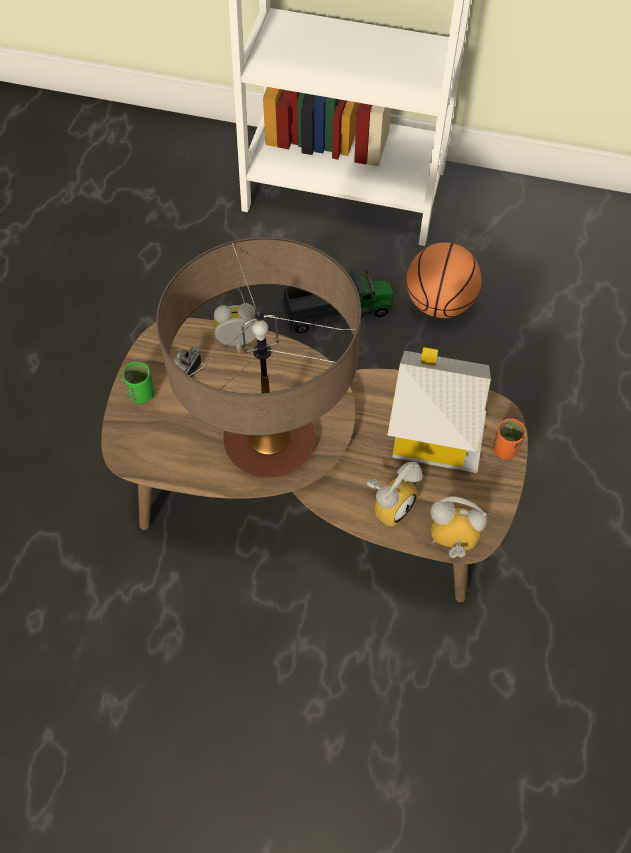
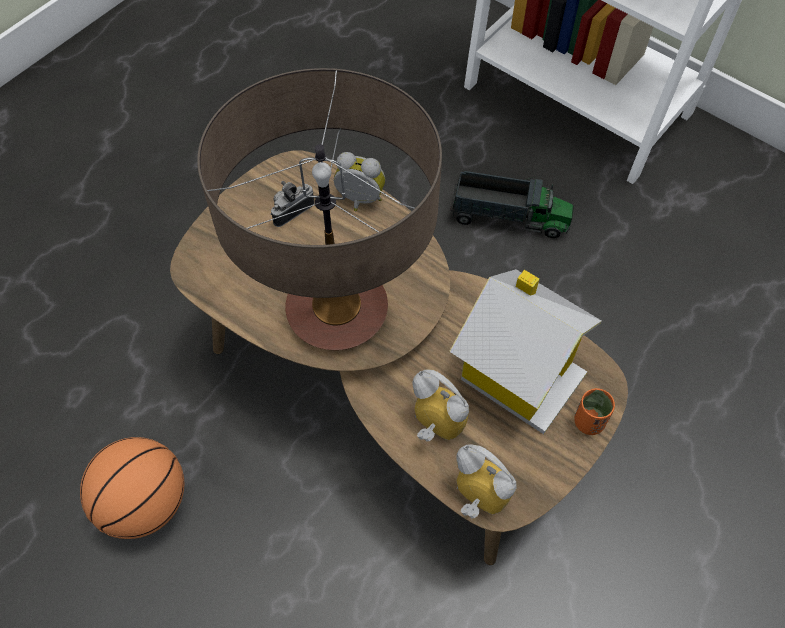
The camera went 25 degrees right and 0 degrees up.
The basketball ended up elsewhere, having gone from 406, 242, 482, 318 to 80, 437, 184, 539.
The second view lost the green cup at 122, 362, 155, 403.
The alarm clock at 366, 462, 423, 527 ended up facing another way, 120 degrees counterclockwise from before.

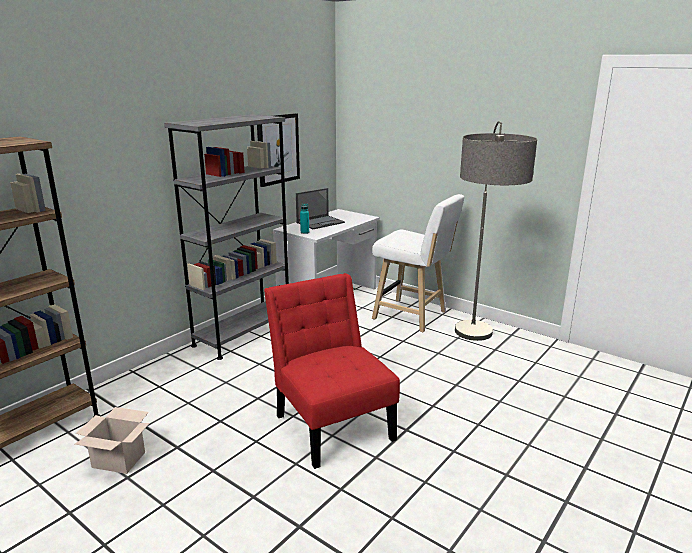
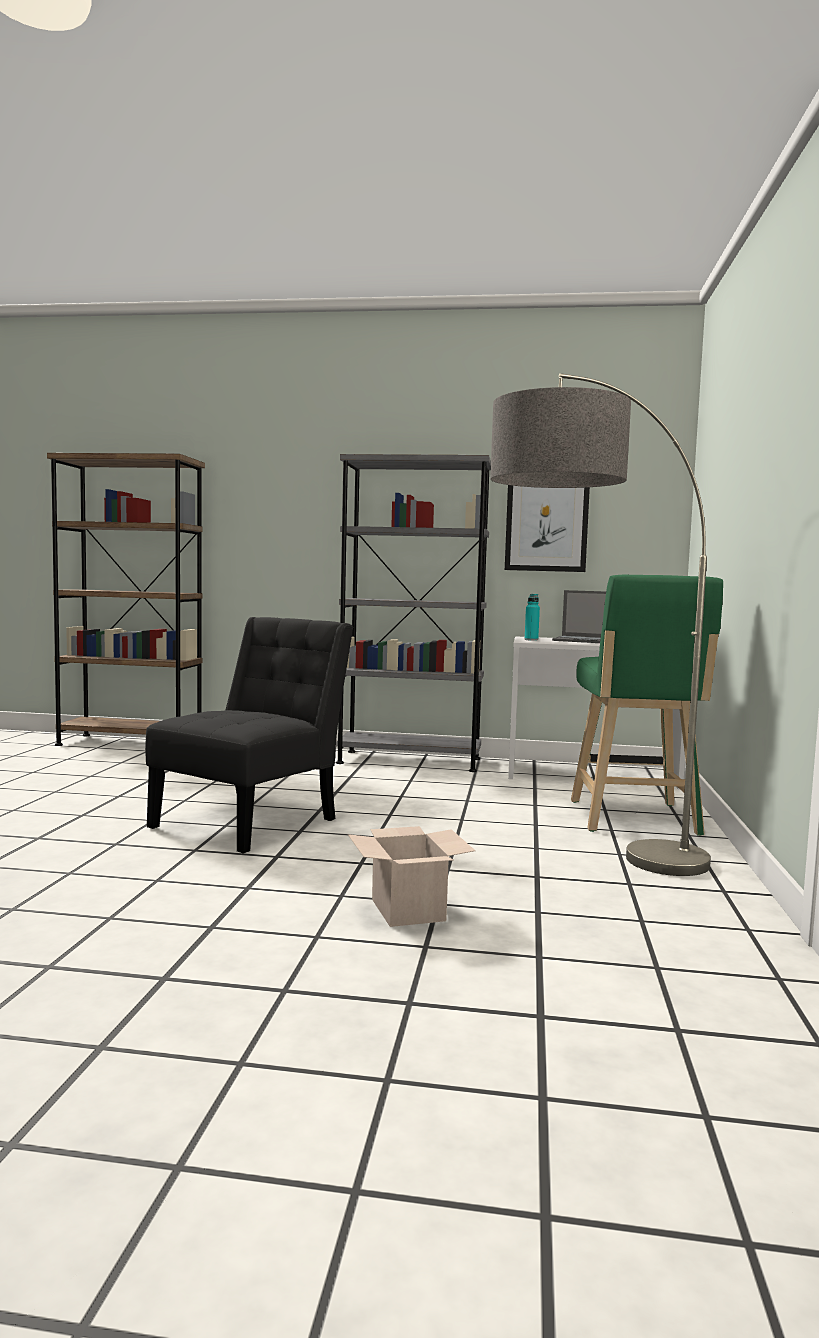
The camera went 60 degrees right and 15 degrees down.
What was the white stool at 372, 194, 464, 332 turned into the green stool at 571, 575, 723, 836.
What was the red chair at 264, 273, 400, 469 turned into the black chair at 145, 617, 353, 853.
The cardboard box ended up elsewhere, having gone from 75, 407, 150, 474 to 348, 826, 475, 927.

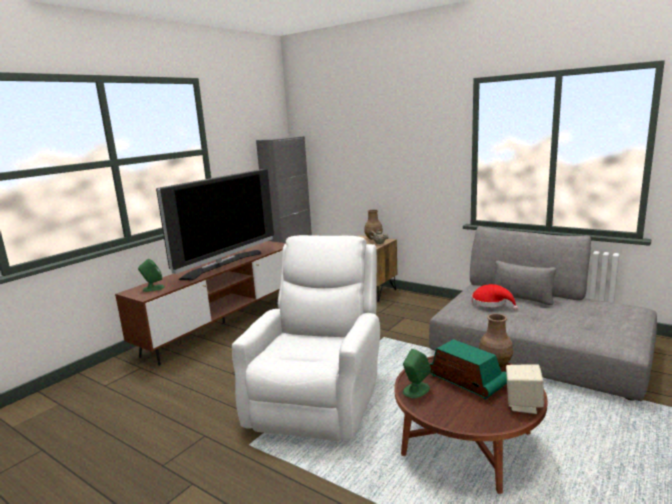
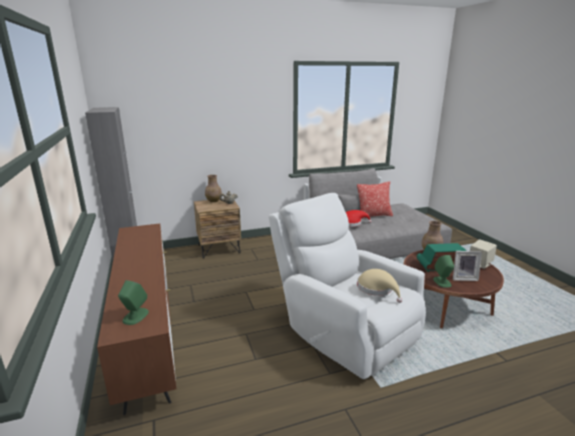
The camera went 55 degrees left and 5 degrees up.
The second view lost the television at 156, 169, 274, 280.
The second view gained the pillow at 357, 181, 393, 219.
The second view gained the picture frame at 453, 251, 482, 281.
The second view gained the beige hat at 357, 269, 402, 303.

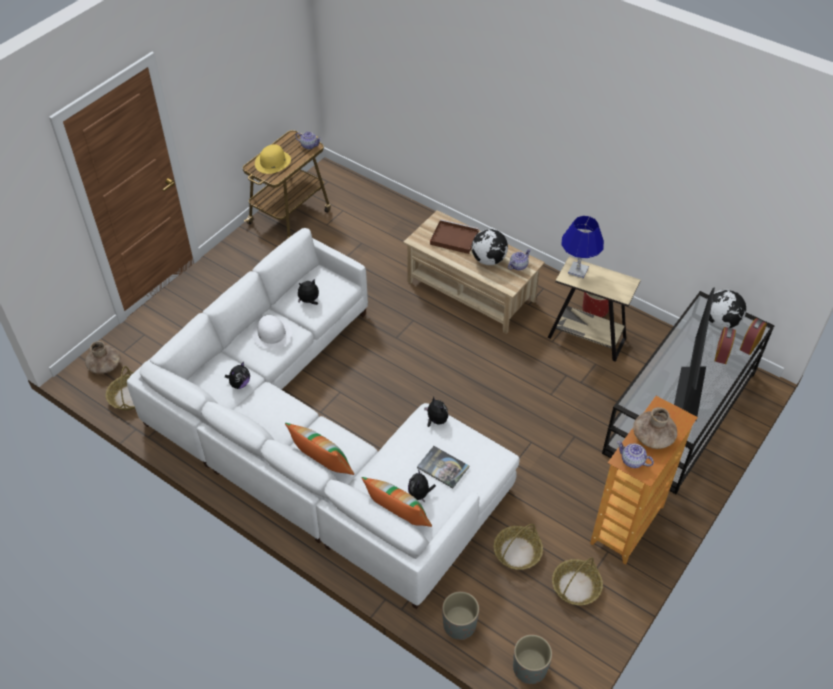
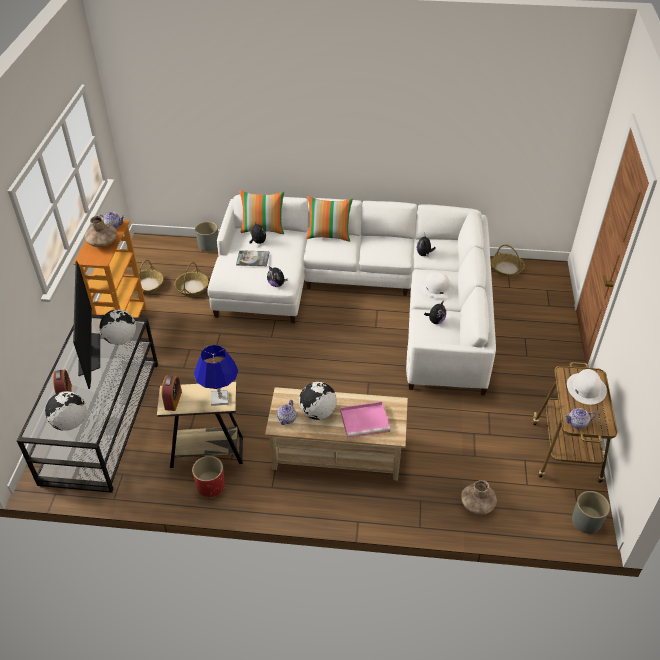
The camera went 150 degrees right and 5 degrees down.
What was the yellow hat at 255, 144, 291, 174 turned into the white hat at 567, 369, 607, 405.
What was the brown tray at 430, 219, 479, 254 turned into the pink tray at 340, 401, 391, 438.
The alarm clock ended up elsewhere, having gone from 740, 318, 767, 355 to 162, 375, 182, 411.
The brown vase ended up elsewhere, having gone from 85, 341, 121, 374 to 461, 480, 497, 514.
The grey planter ended up elsewhere, having gone from 513, 635, 552, 684 to 572, 491, 610, 534.
The second view gained the globe at 100, 309, 136, 345.

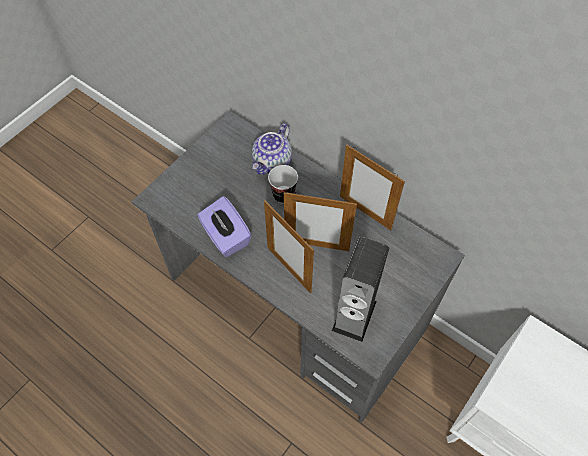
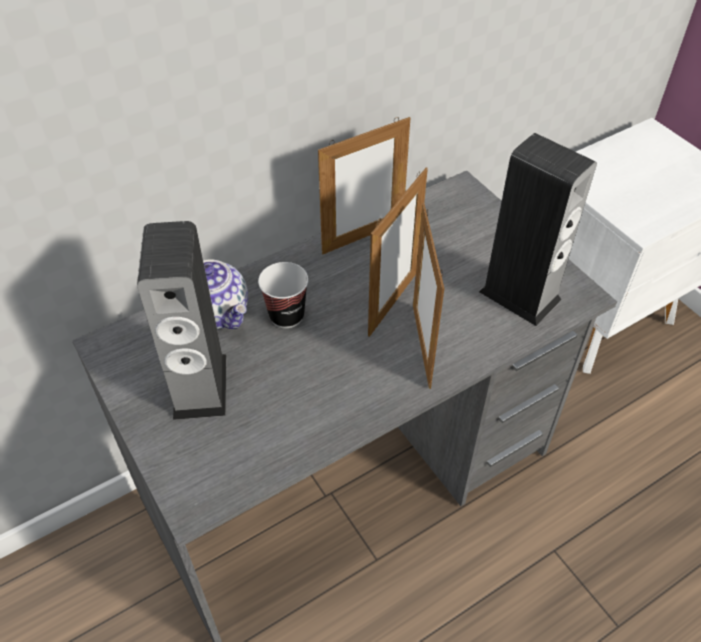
The camera went 70 degrees left and 10 degrees down.
The second view lost the purple tissue box at 197, 196, 252, 257.
The picture frame at 264, 200, 314, 293 ended up facing another way, 105 degrees clockwise from before.
The second view gained the speaker at 137, 221, 226, 420.

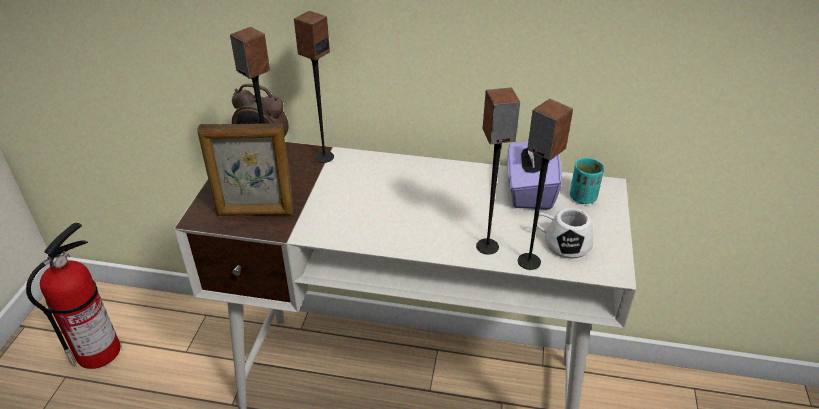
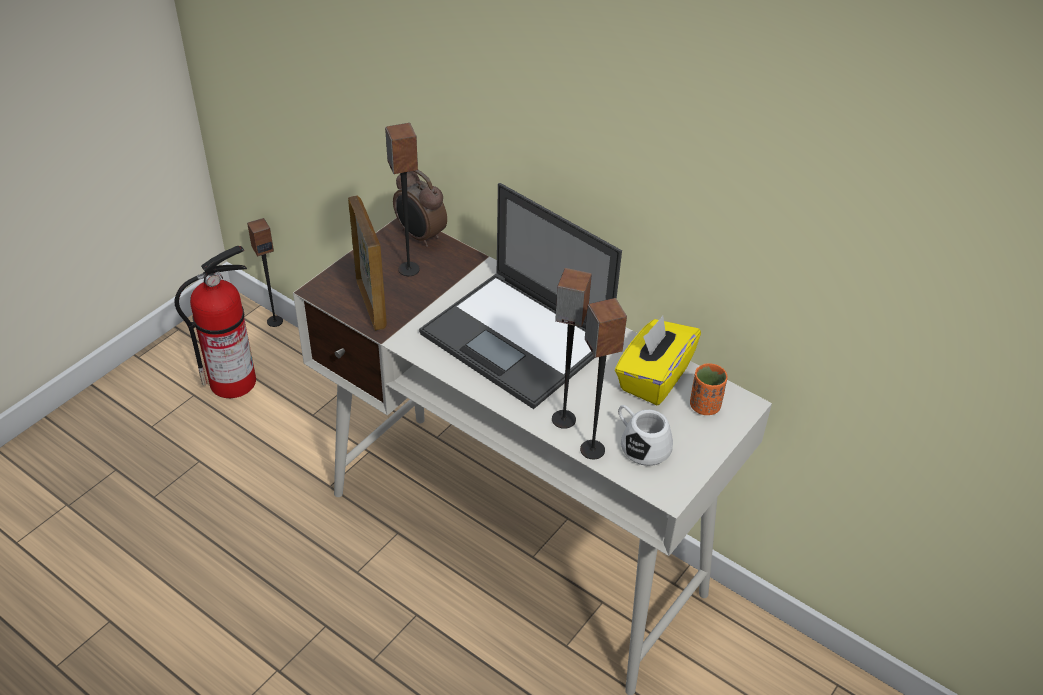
The camera went 25 degrees right and 5 degrees up.
The speaker ended up elsewhere, having gone from 294, 11, 334, 163 to 247, 218, 283, 327.
The picture frame at 197, 123, 294, 216 ended up facing another way, 135 degrees counterclockwise from before.
What was the purple tissue box at 507, 132, 562, 210 turned into the yellow tissue box at 615, 316, 701, 405.
What was the turquoise cup at 570, 158, 604, 204 turned into the orange cup at 690, 363, 727, 415.
The second view gained the laptop at 419, 183, 622, 409.

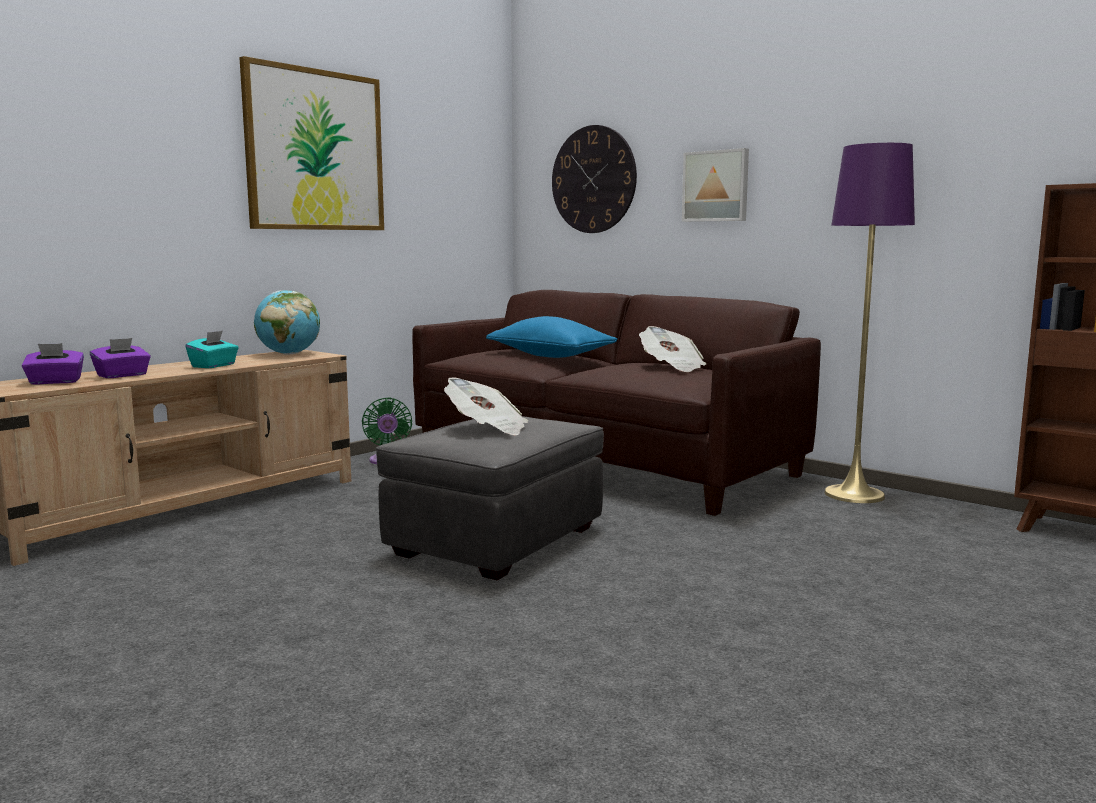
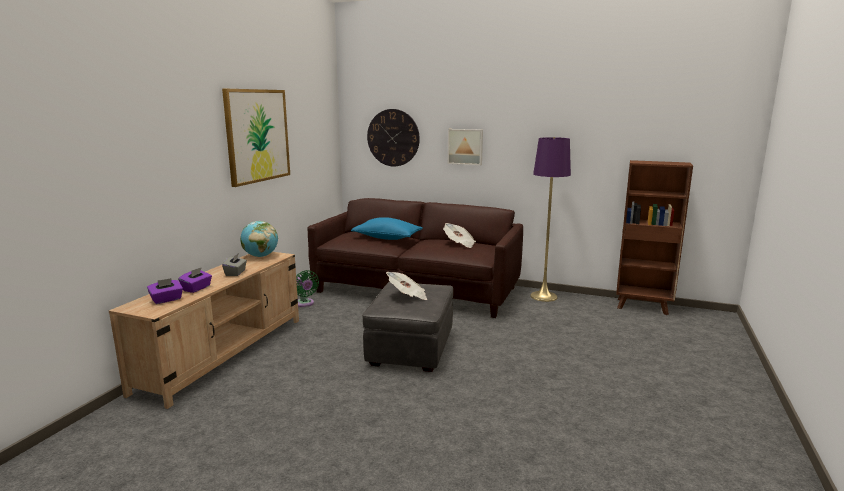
The camera went 20 degrees left and 5 degrees up.
What was the turquoise tissue box at 185, 331, 239, 368 turned into the grey tissue box at 222, 253, 247, 276.

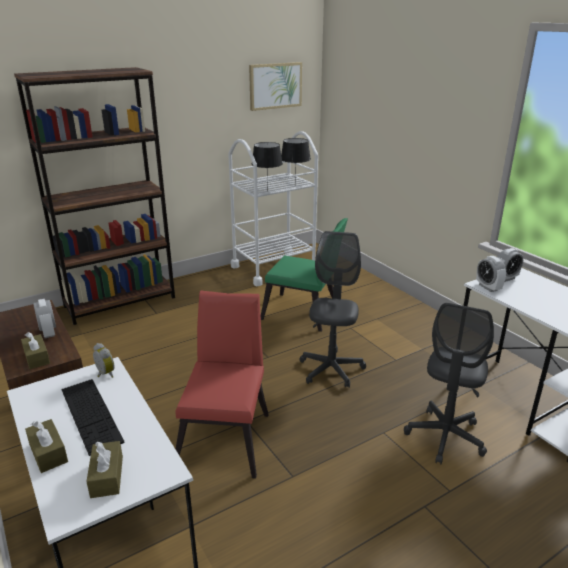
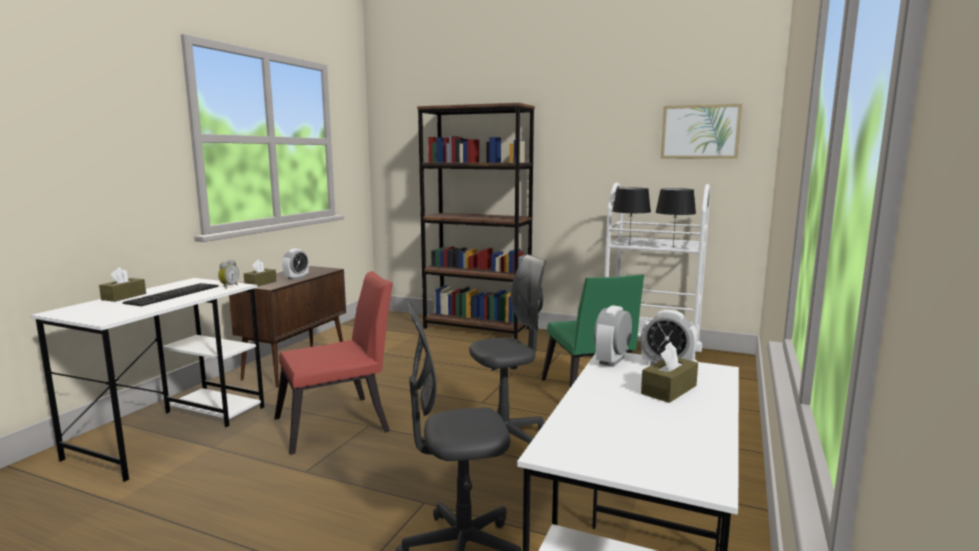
The camera went 55 degrees right and 15 degrees down.
The brown tissue box ended up elsewhere, having gone from 86, 441, 123, 498 to 641, 342, 698, 403.

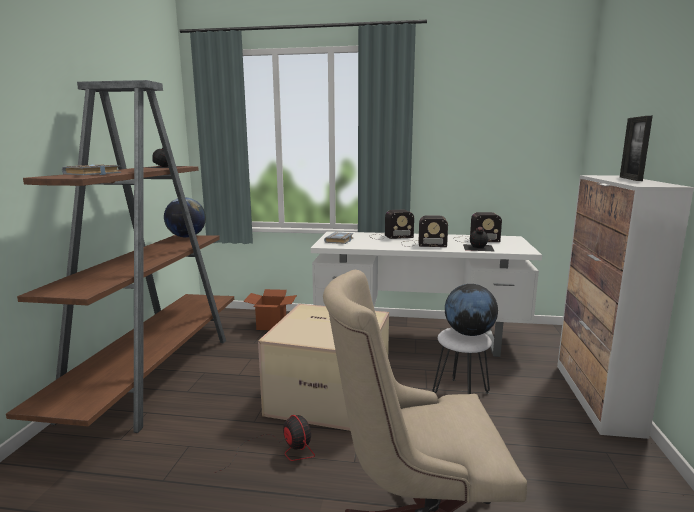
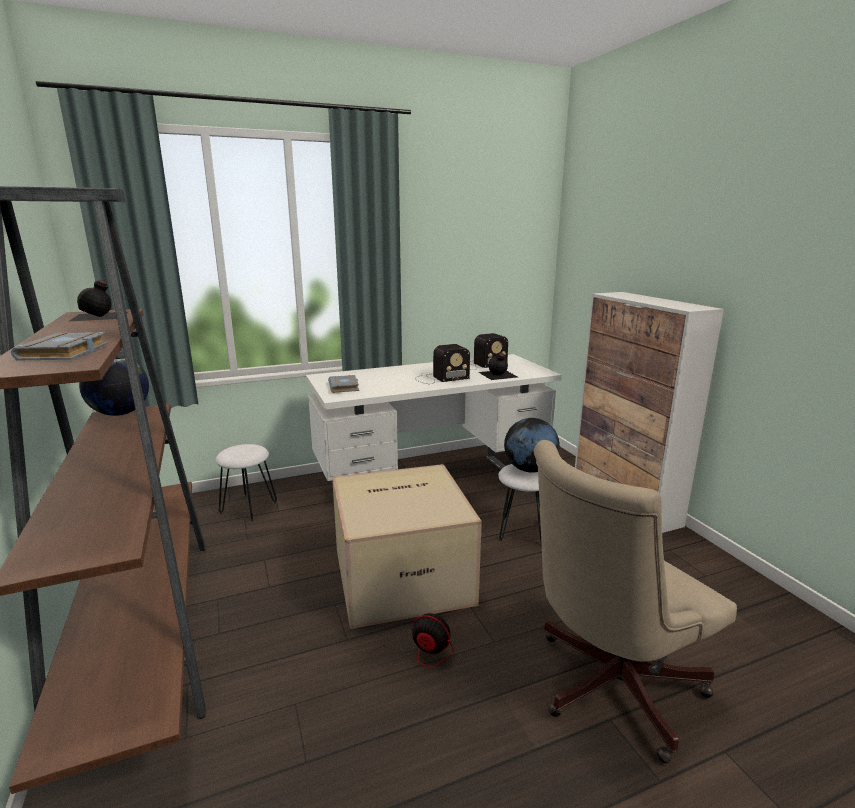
The camera went 30 degrees left and 5 degrees up.
The second view lost the picture frame at 620, 116, 653, 181.
The second view lost the radio at 371, 210, 414, 240.
Where the cardboard box stood at 243, 289, 297, 330, the white stool came to stand at 215, 444, 277, 521.

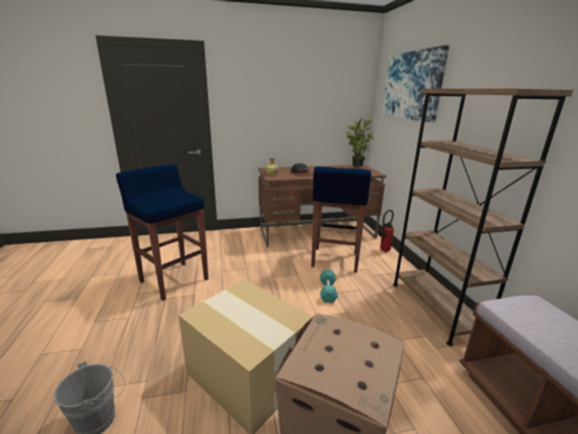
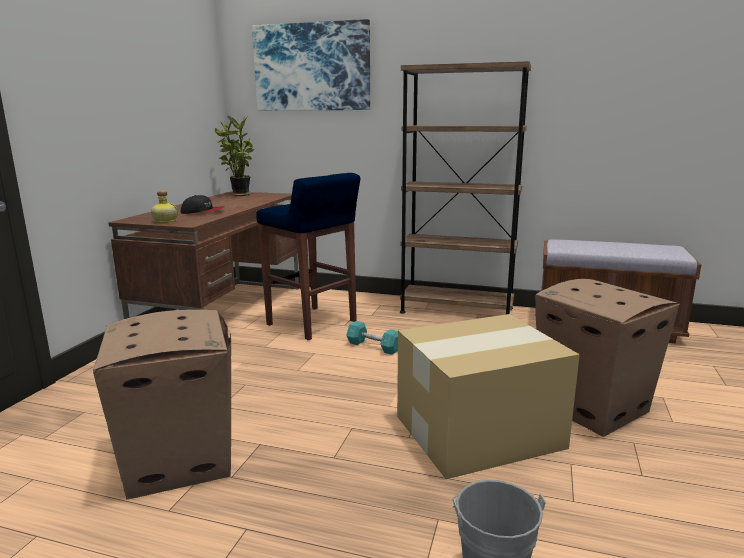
The camera went 60 degrees left and 5 degrees down.
Where the blue stool stood at 116, 164, 208, 301, the cardboard box came to stand at 93, 309, 231, 500.
The second view lost the fire extinguisher at 379, 210, 394, 252.

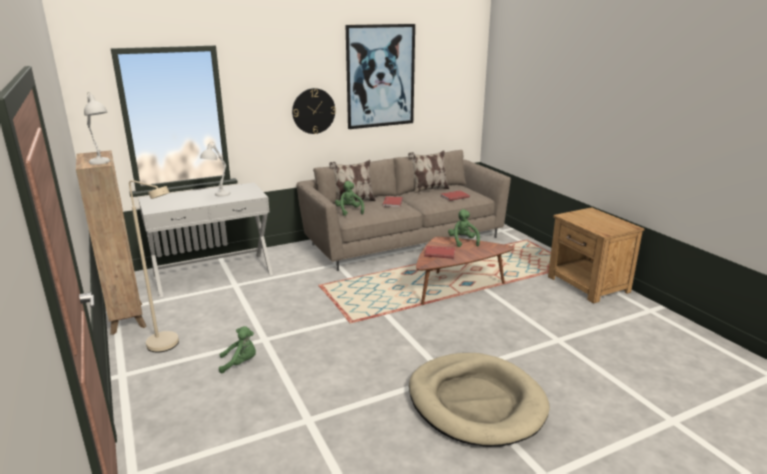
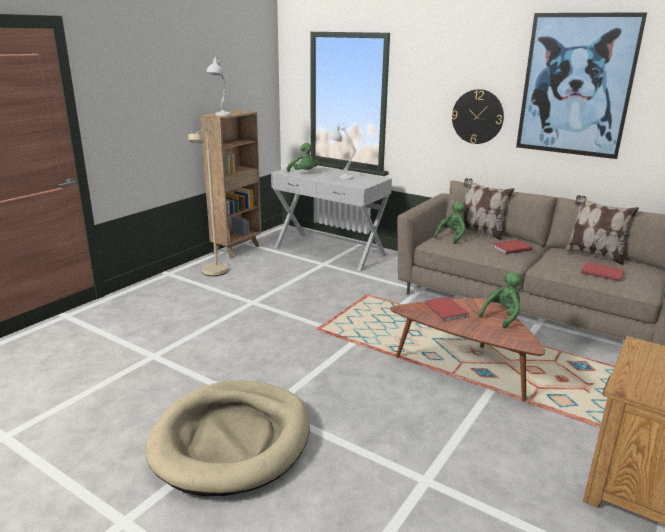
The camera went 60 degrees right and 0 degrees up.
The green plush toy ended up elsewhere, having gone from 219, 326, 256, 374 to 287, 143, 318, 172.

